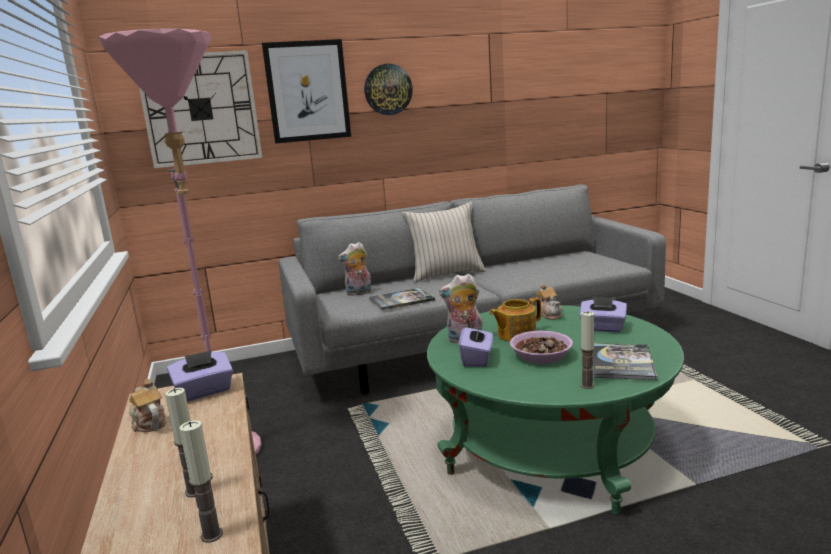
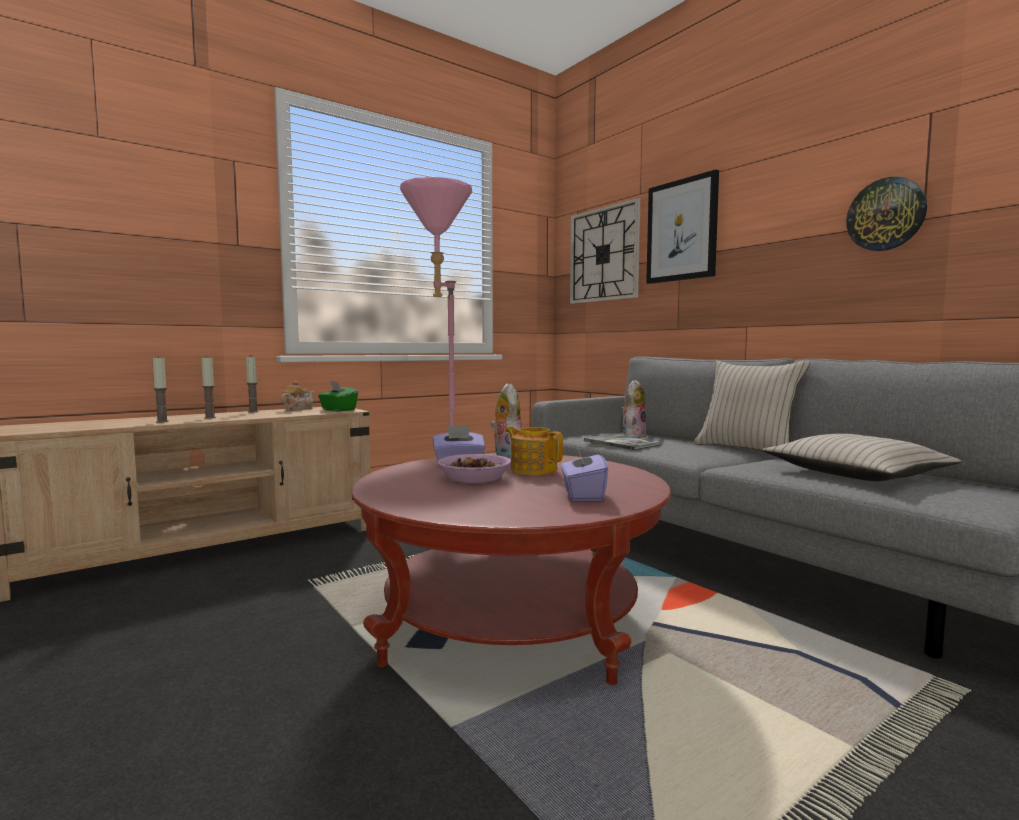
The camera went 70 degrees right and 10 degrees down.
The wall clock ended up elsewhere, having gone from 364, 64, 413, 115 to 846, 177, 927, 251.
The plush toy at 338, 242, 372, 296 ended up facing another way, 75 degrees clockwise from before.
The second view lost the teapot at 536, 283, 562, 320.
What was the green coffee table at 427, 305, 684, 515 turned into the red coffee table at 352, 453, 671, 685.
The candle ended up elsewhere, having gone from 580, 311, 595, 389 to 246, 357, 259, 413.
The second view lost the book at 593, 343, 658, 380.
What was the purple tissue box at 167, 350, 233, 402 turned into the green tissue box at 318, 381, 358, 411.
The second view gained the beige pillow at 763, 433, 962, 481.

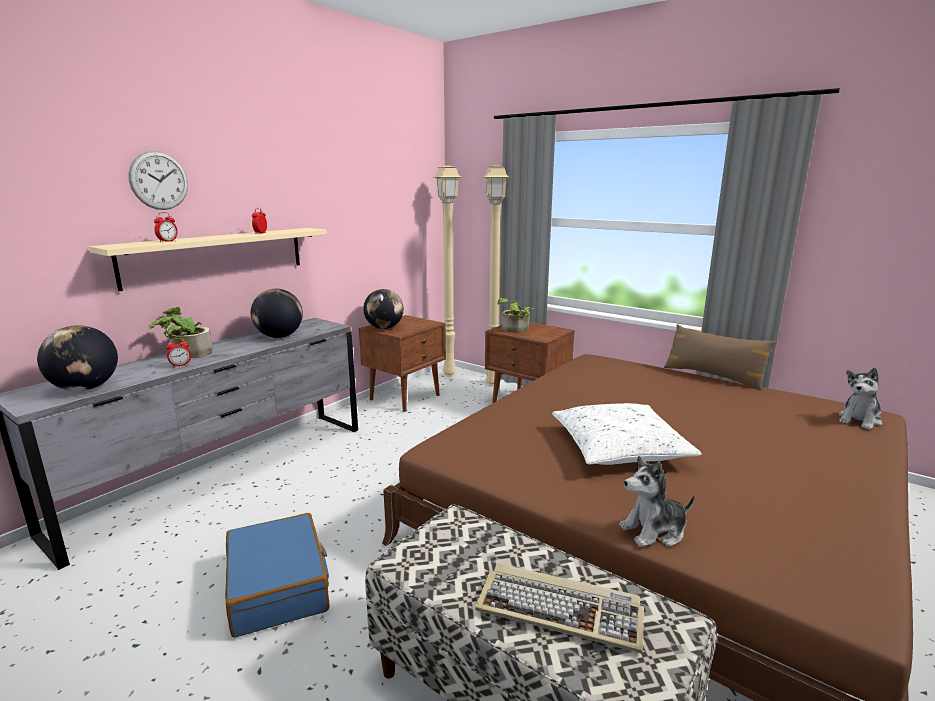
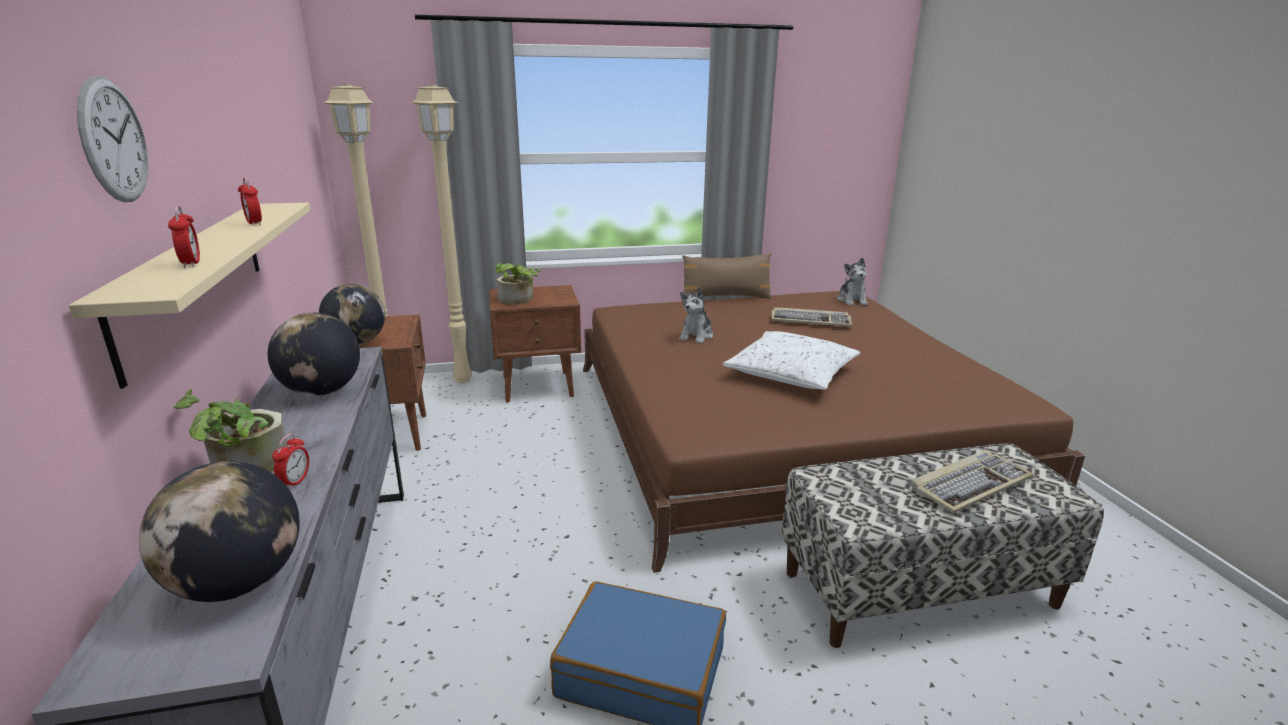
The camera went 50 degrees left and 5 degrees up.
The plush toy ended up elsewhere, having gone from 619, 456, 695, 547 to 679, 287, 713, 343.
The second view gained the keyboard at 771, 307, 852, 327.

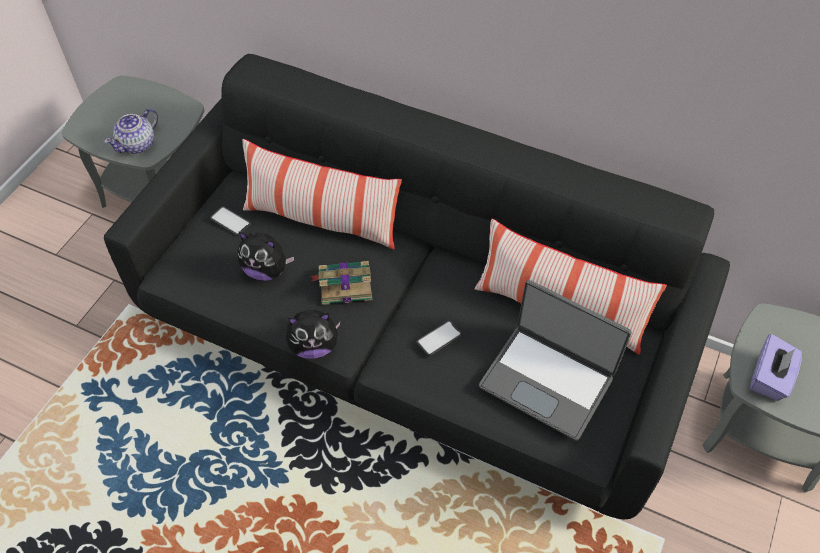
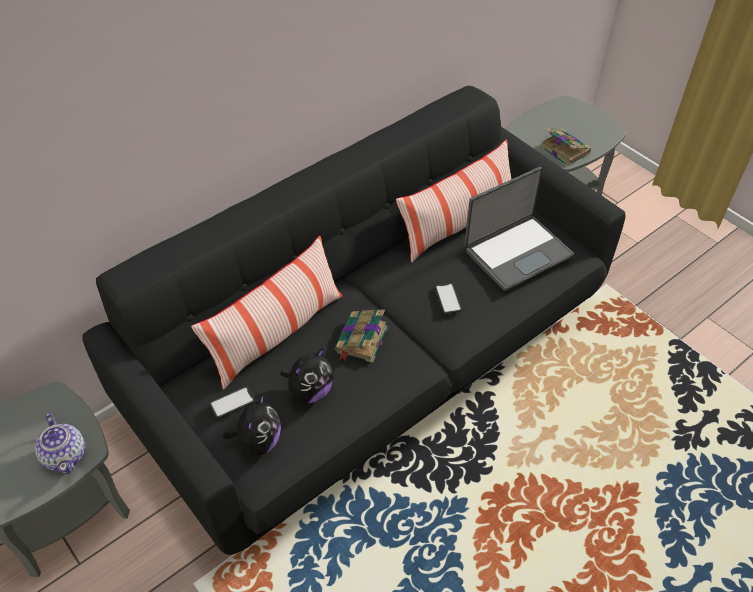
The camera went 65 degrees left and 5 degrees down.
The plush toy ended up elsewhere, having gone from 286, 310, 341, 359 to 223, 394, 281, 456.
Where the purple tissue box stood at 750, 334, 802, 401, the book came to stand at 540, 129, 591, 166.

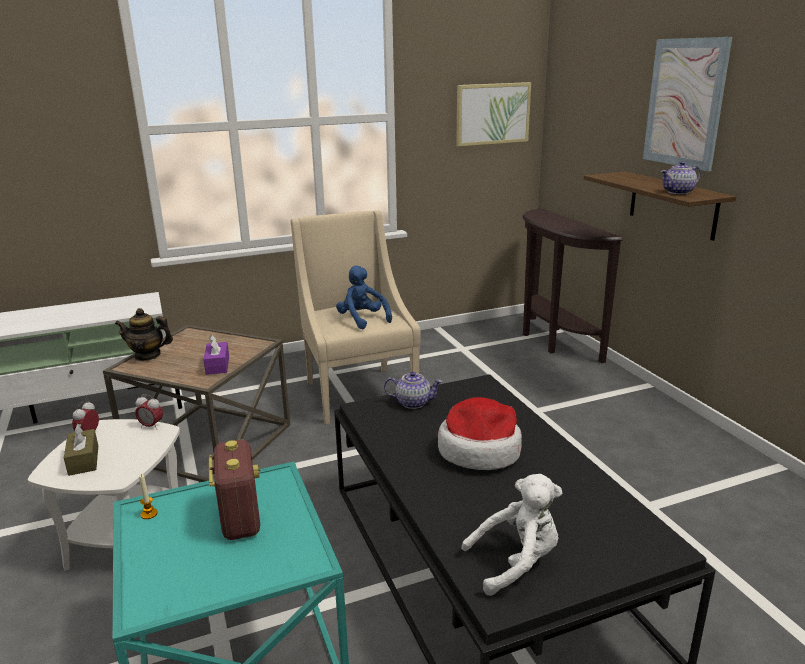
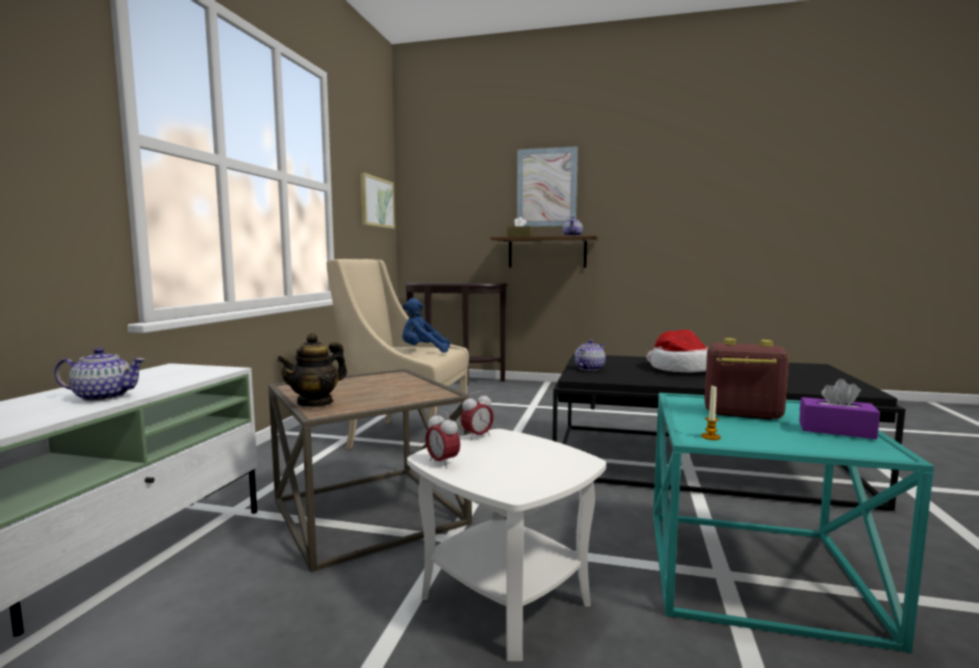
The camera went 55 degrees left and 15 degrees down.
The purple tissue box ended up elsewhere, having gone from 203, 335, 229, 375 to 799, 379, 880, 439.
The brown tissue box ended up elsewhere, having gone from 64, 424, 98, 476 to 507, 217, 532, 237.
The second view lost the white plush toy at 461, 474, 562, 596.
The second view gained the teapot at 54, 348, 146, 402.

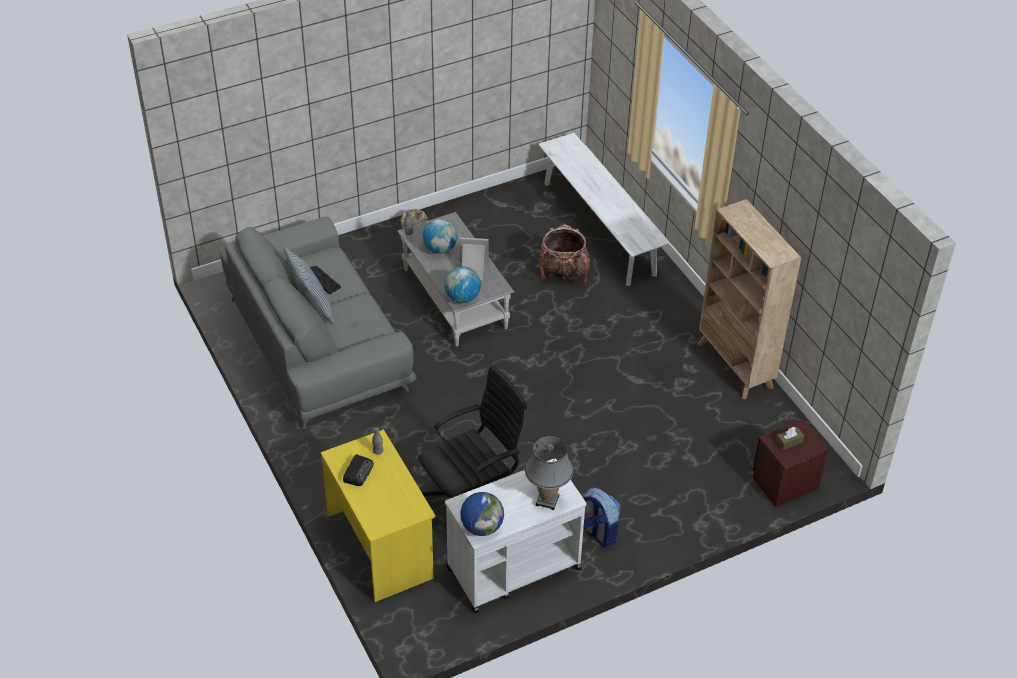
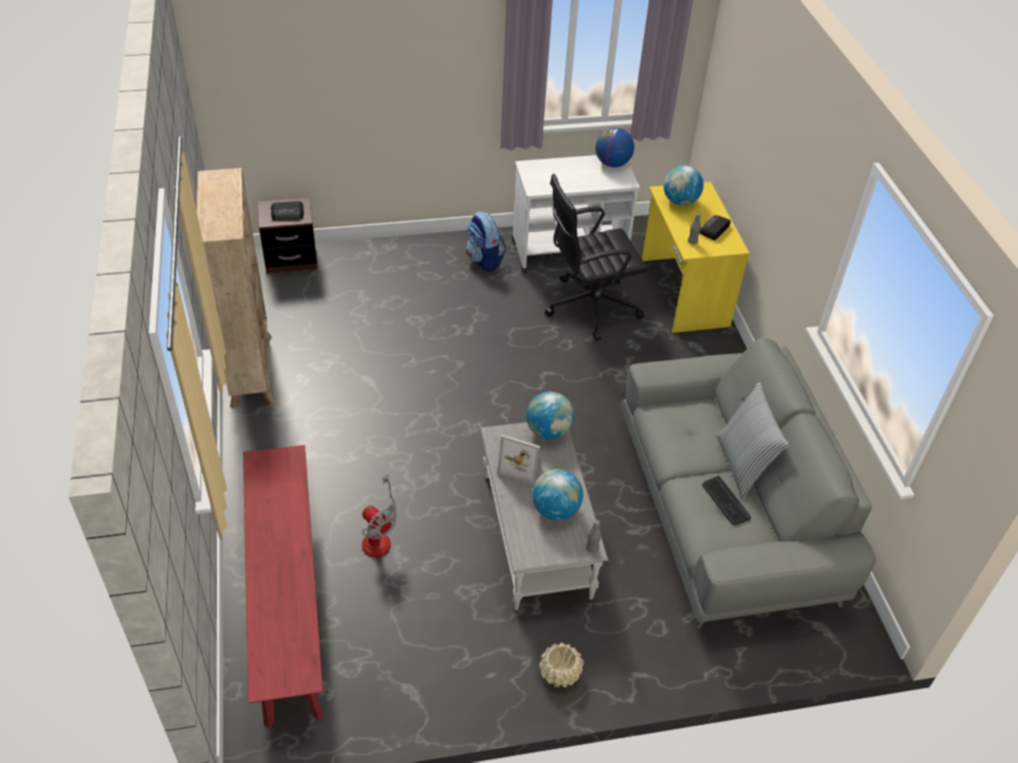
The camera went 165 degrees left and 0 degrees up.
What was the white bench at 538, 133, 670, 286 turned into the red bench at 243, 445, 323, 728.
Where the backpack stood at 539, 224, 590, 284, the fan came to stand at 362, 474, 397, 557.
Where the brown tissue box stood at 776, 427, 804, 450, the radio came to stand at 271, 201, 304, 220.
The second view lost the grey table lamp at 525, 436, 573, 510.
The second view gained the globe at 664, 165, 704, 206.

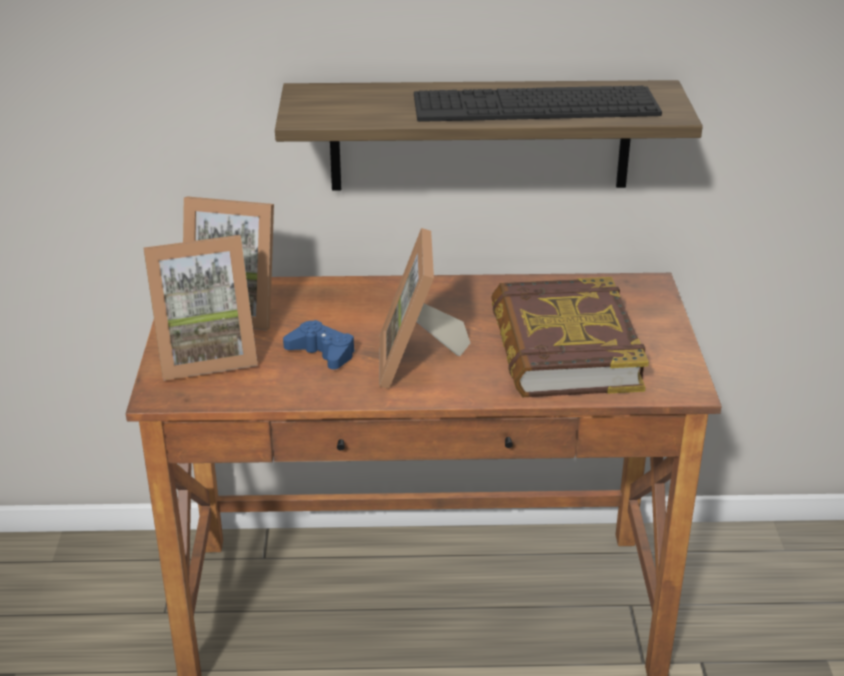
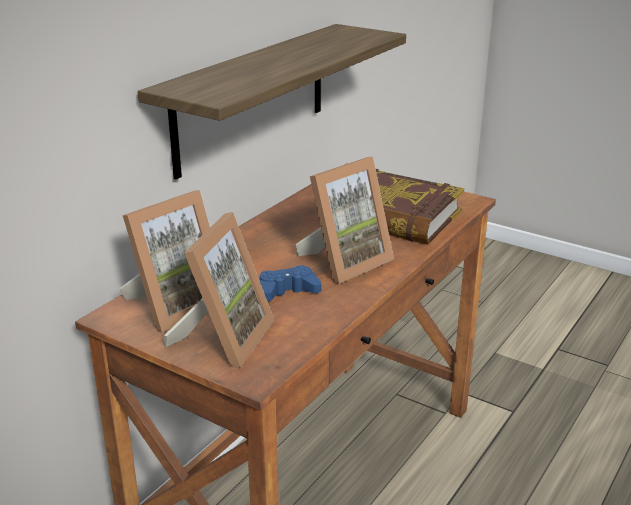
The camera went 55 degrees left and 5 degrees down.
The second view lost the keyboard at 414, 85, 662, 122.
The picture frame at 379, 228, 470, 389 ended up facing another way, 75 degrees counterclockwise from before.

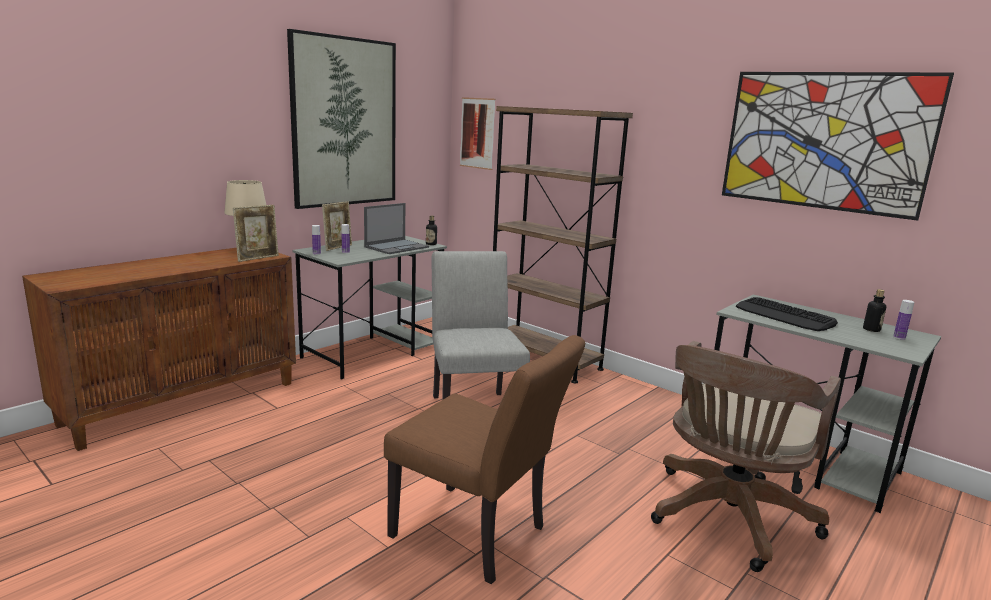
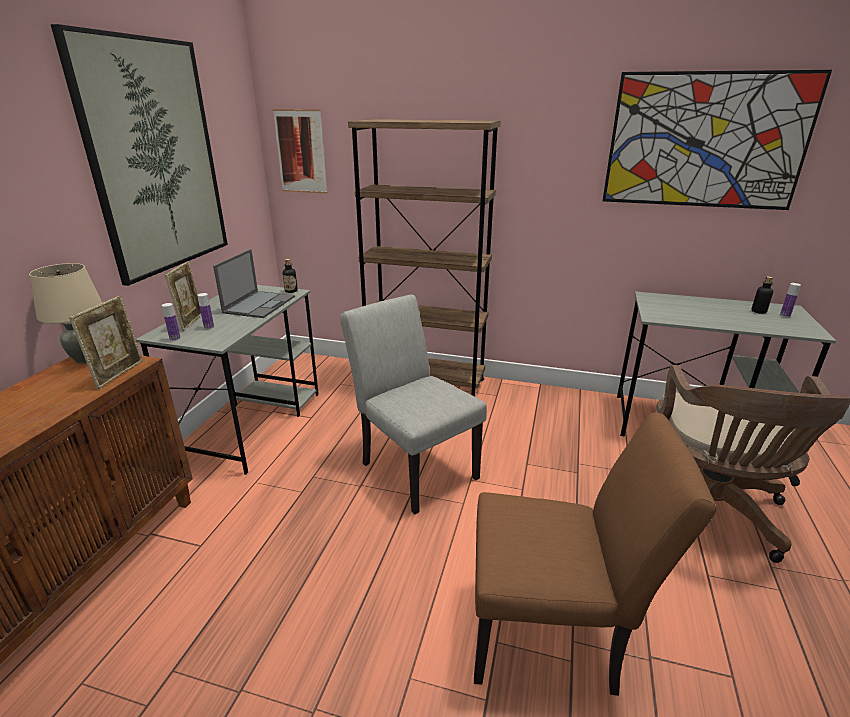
The camera went 25 degrees left and 10 degrees up.
The second view lost the keyboard at 736, 297, 838, 331.

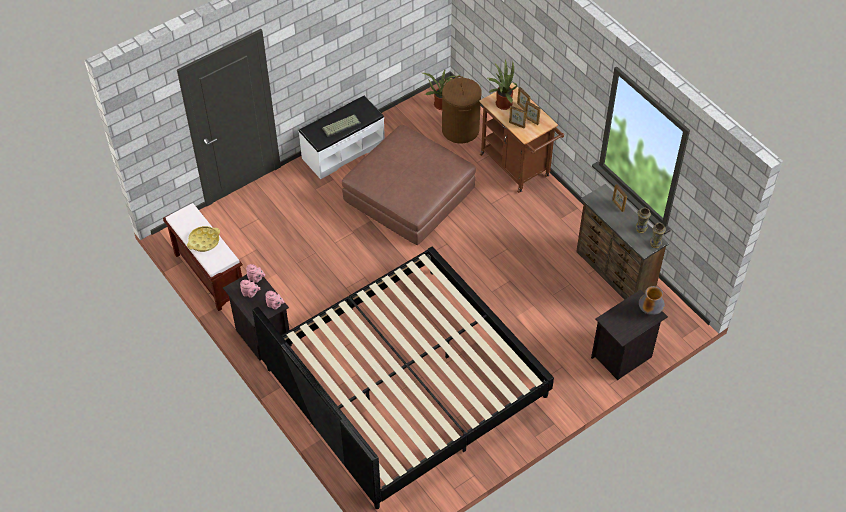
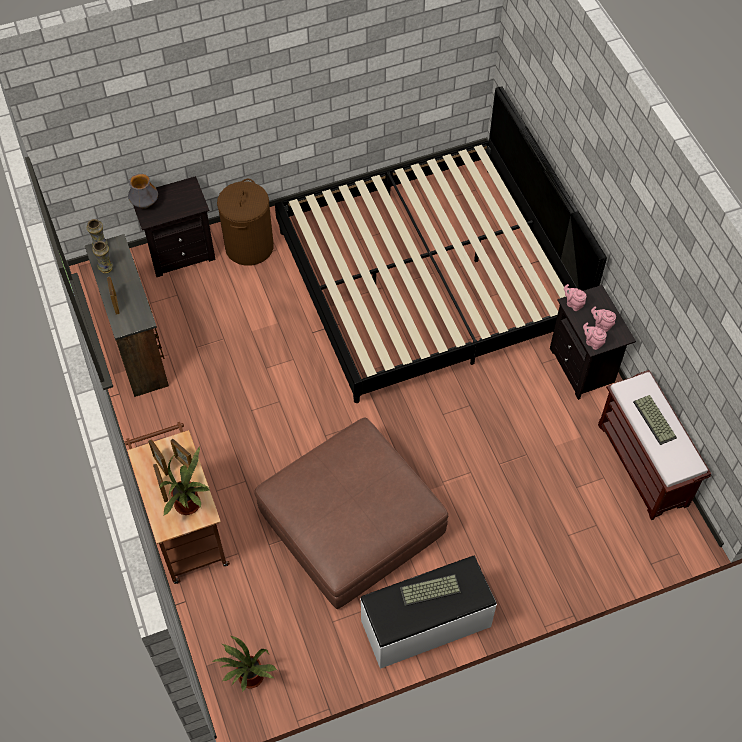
The camera went 165 degrees left and 5 degrees up.
The brown laundry basket ended up elsewhere, having gone from 442, 76, 482, 144 to 217, 179, 274, 266.
Where the yellow tray stood at 187, 226, 220, 252, the keyboard came to stand at 633, 395, 677, 445.

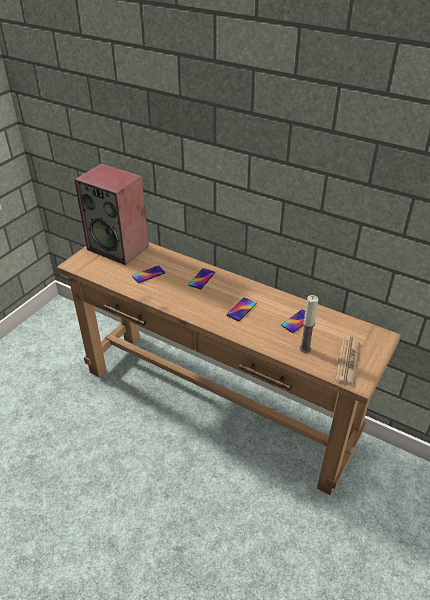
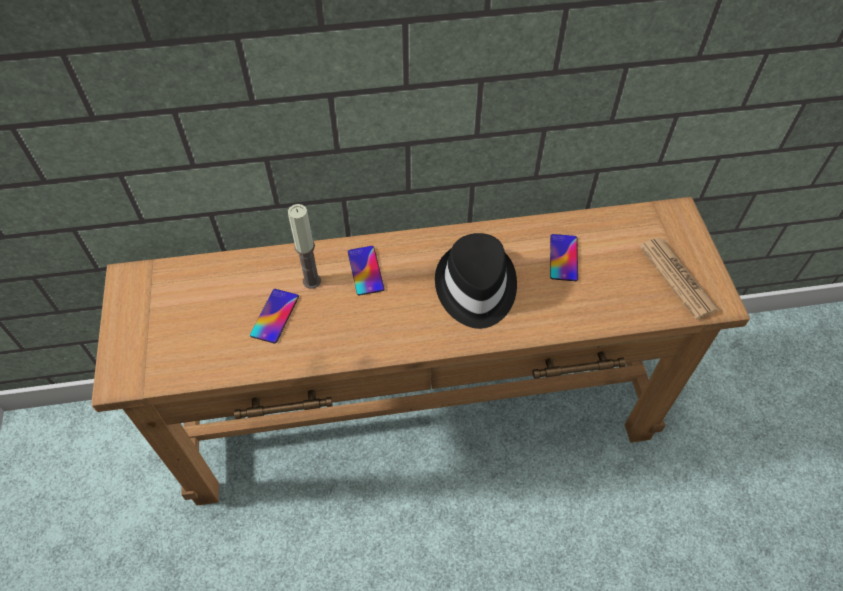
The camera went 40 degrees left and 15 degrees up.
The second view lost the speaker at 74, 163, 149, 265.
The candle ended up elsewhere, having gone from 300, 295, 319, 353 to 288, 204, 321, 289.
Where the phone stood at 226, 298, 257, 321, the black hat came to stand at 435, 233, 517, 329.

